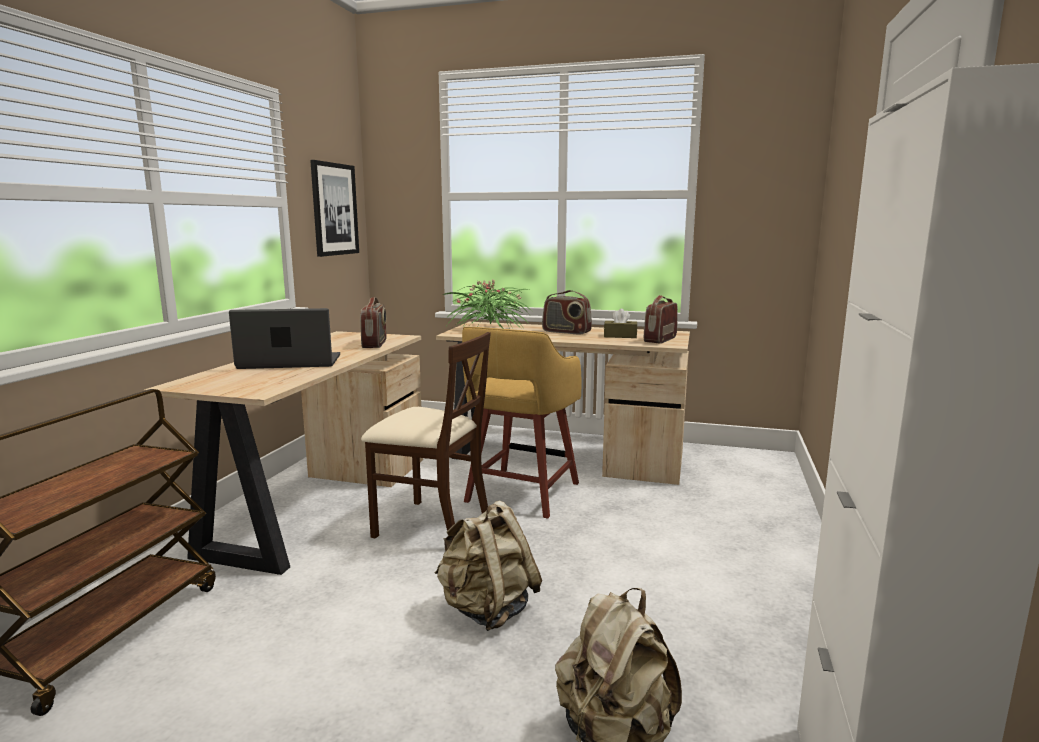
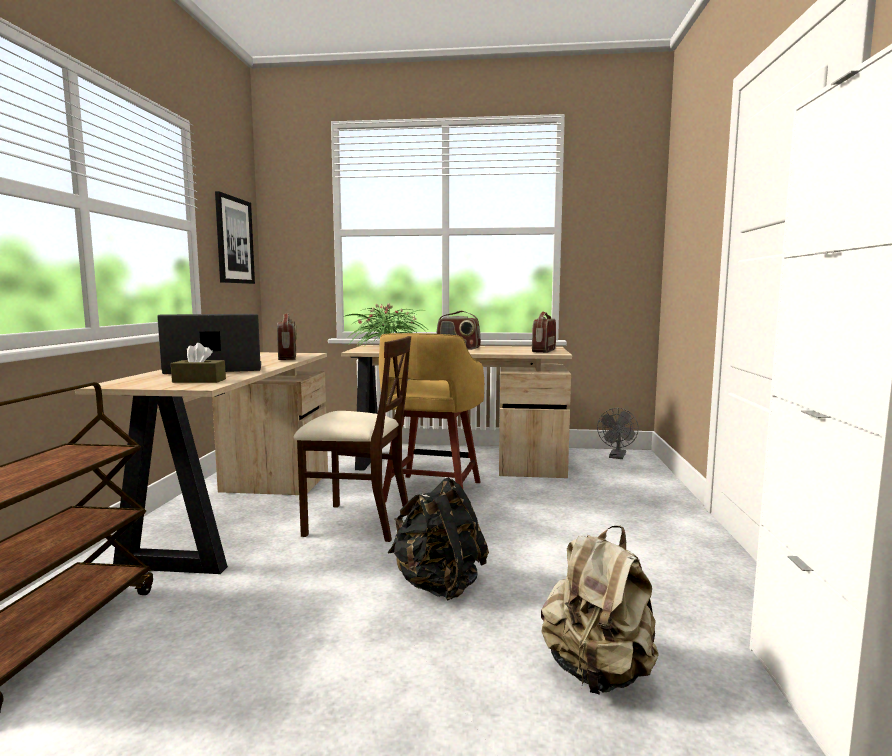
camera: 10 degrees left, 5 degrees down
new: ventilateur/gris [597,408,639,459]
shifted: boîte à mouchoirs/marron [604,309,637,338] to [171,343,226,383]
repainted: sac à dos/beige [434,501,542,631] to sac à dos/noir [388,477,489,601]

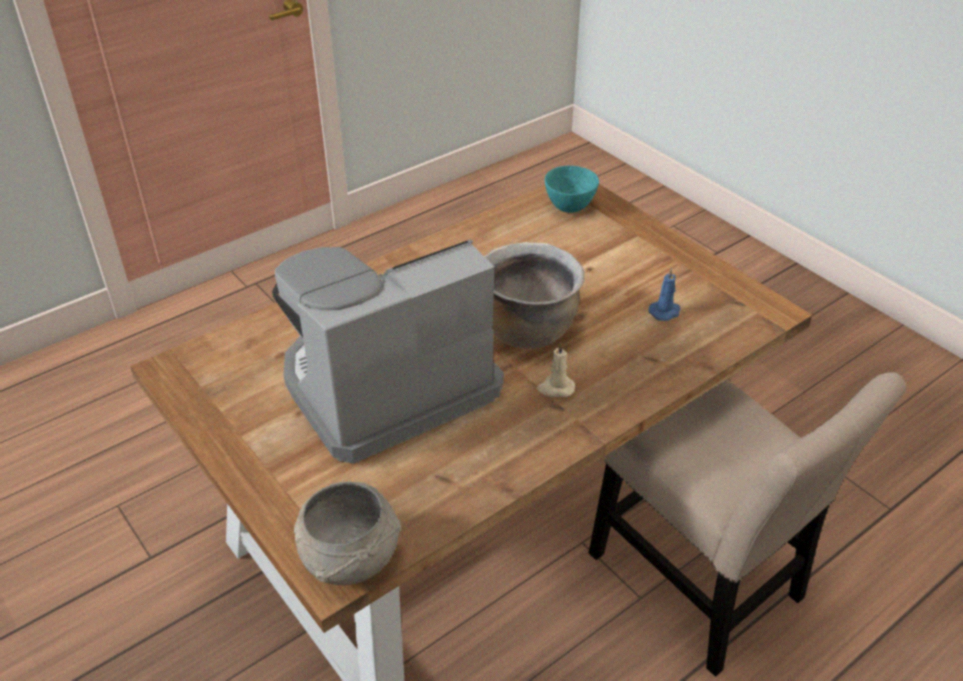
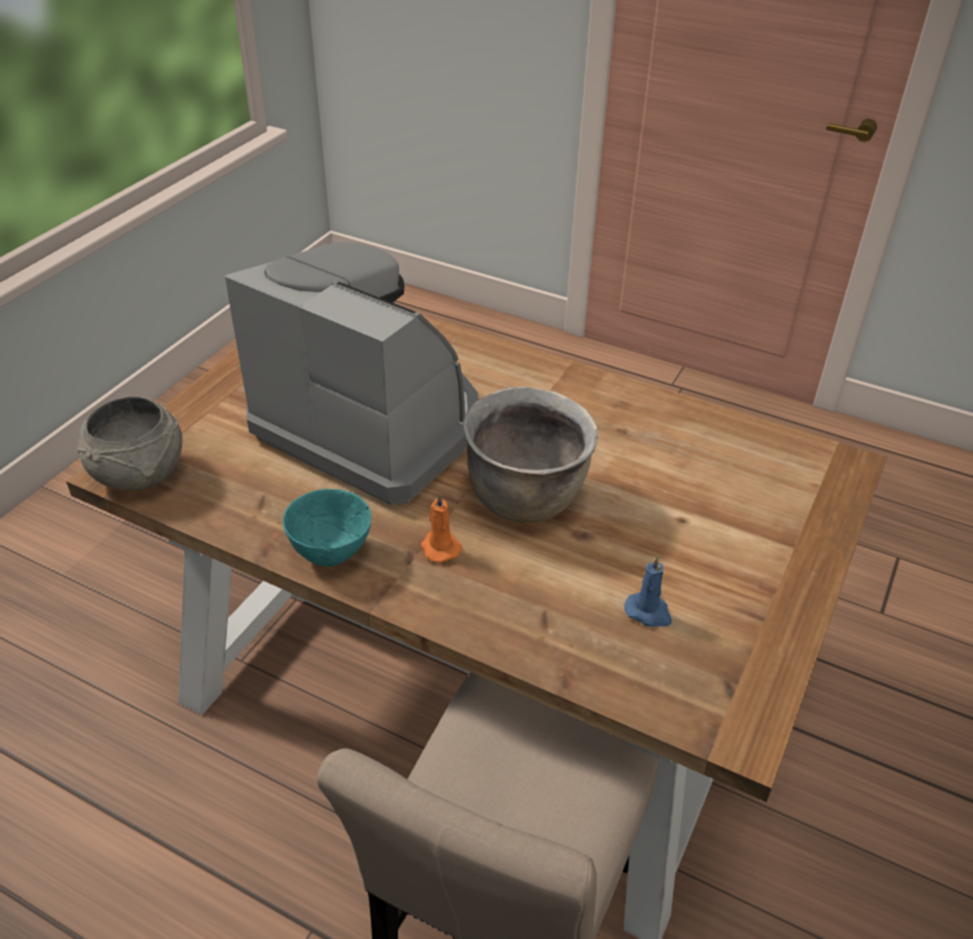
camera: 65 degrees right, 0 degrees up
shifted: bol/turquoise [545,166,599,213] to [283,489,371,567]
repainted: bougie/beige [537,342,575,397] to bougie/orange [421,492,462,563]

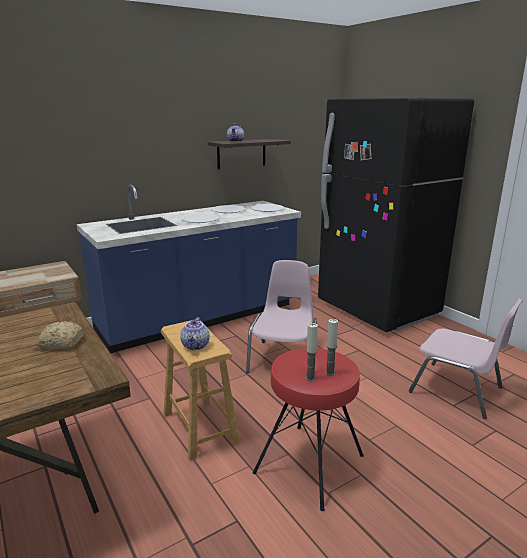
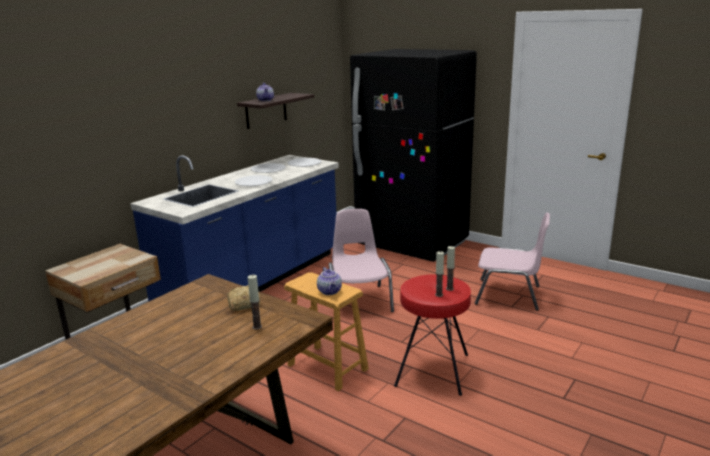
camera: 20 degrees left, 0 degrees up
new: bougie [248,275,262,330]

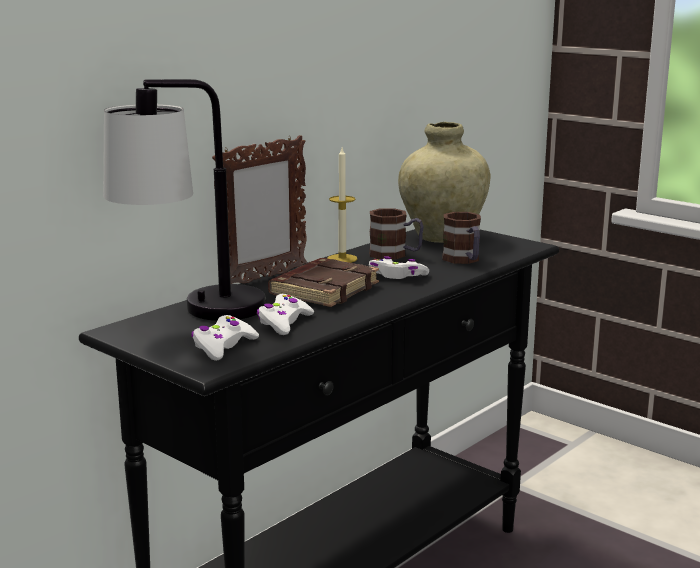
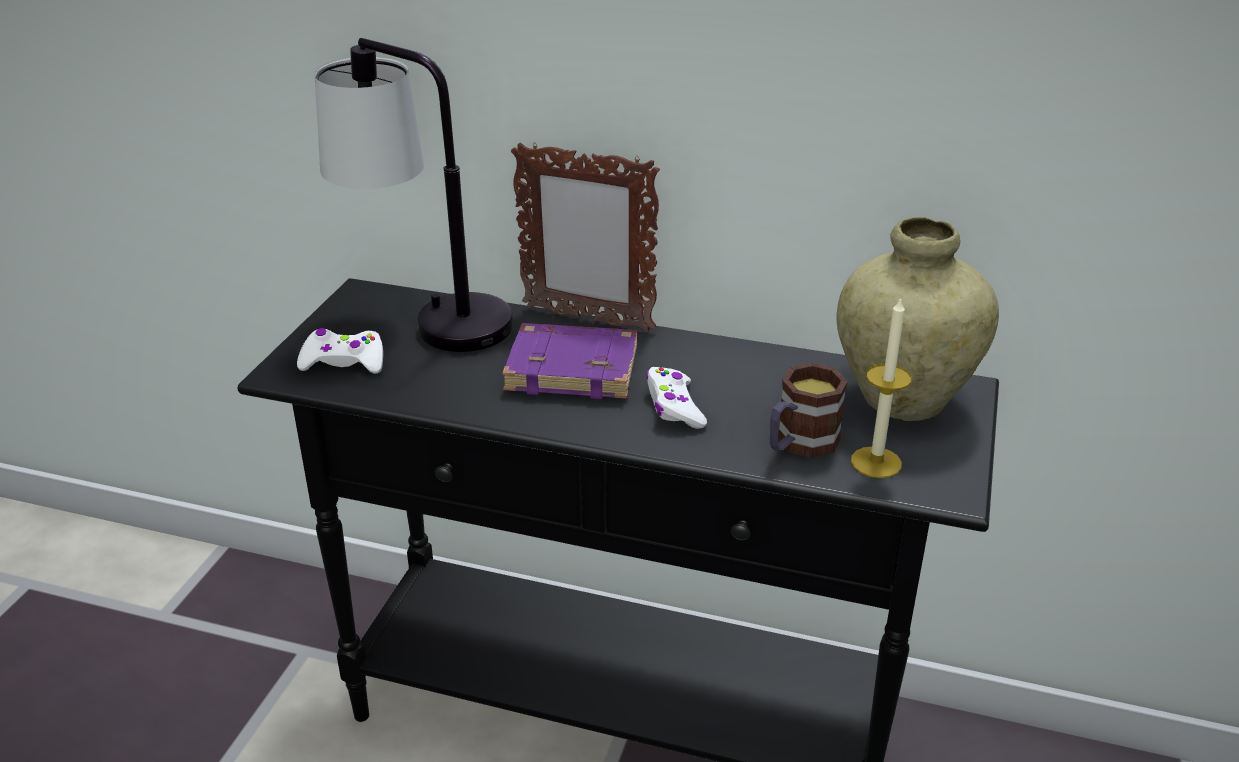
camera: 65 degrees right, 15 degrees up
gone: manette/blanc [257,294,314,335]; mug [369,208,424,260]
shifted: bougie [327,148,357,263] to [851,297,912,478]
repainted: livre/marron [268,258,379,307] to livre/violet [502,323,638,400]

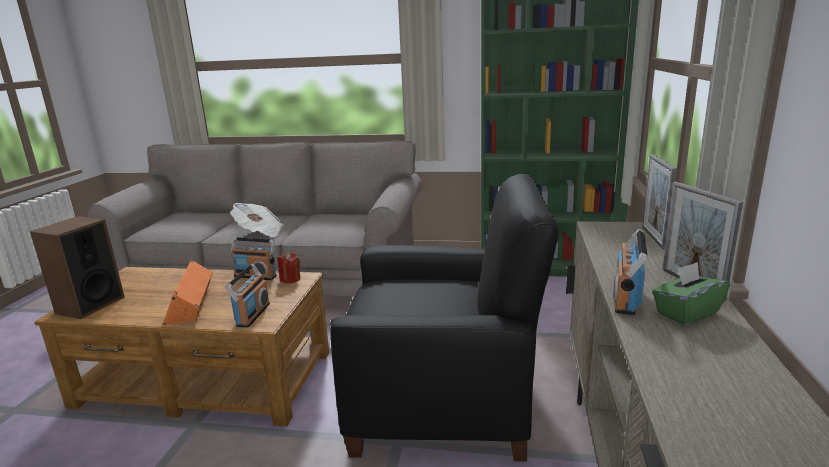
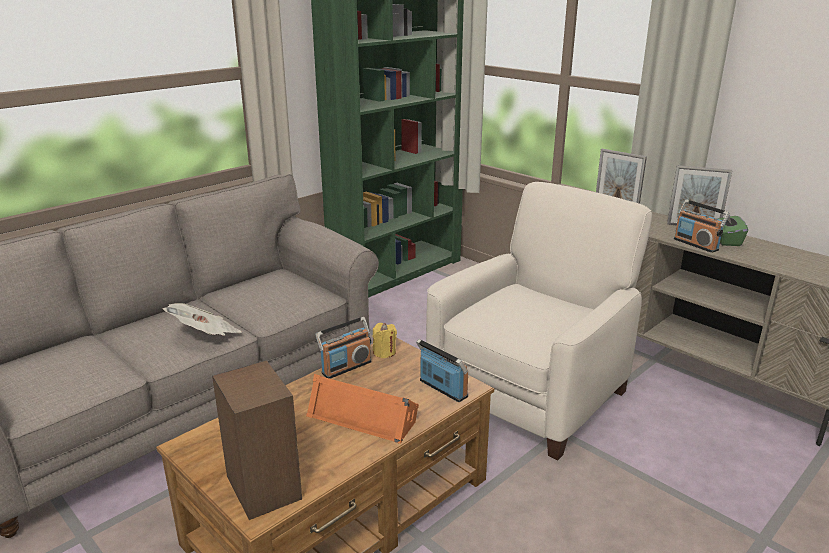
camera: 55 degrees left, 5 degrees up
repainted: bougie/rouge [278,252,301,283] to bougie/jaune [373,323,397,358]; fauteuil/noir [330,174,559,462] to fauteuil/blanc [426,182,652,460]

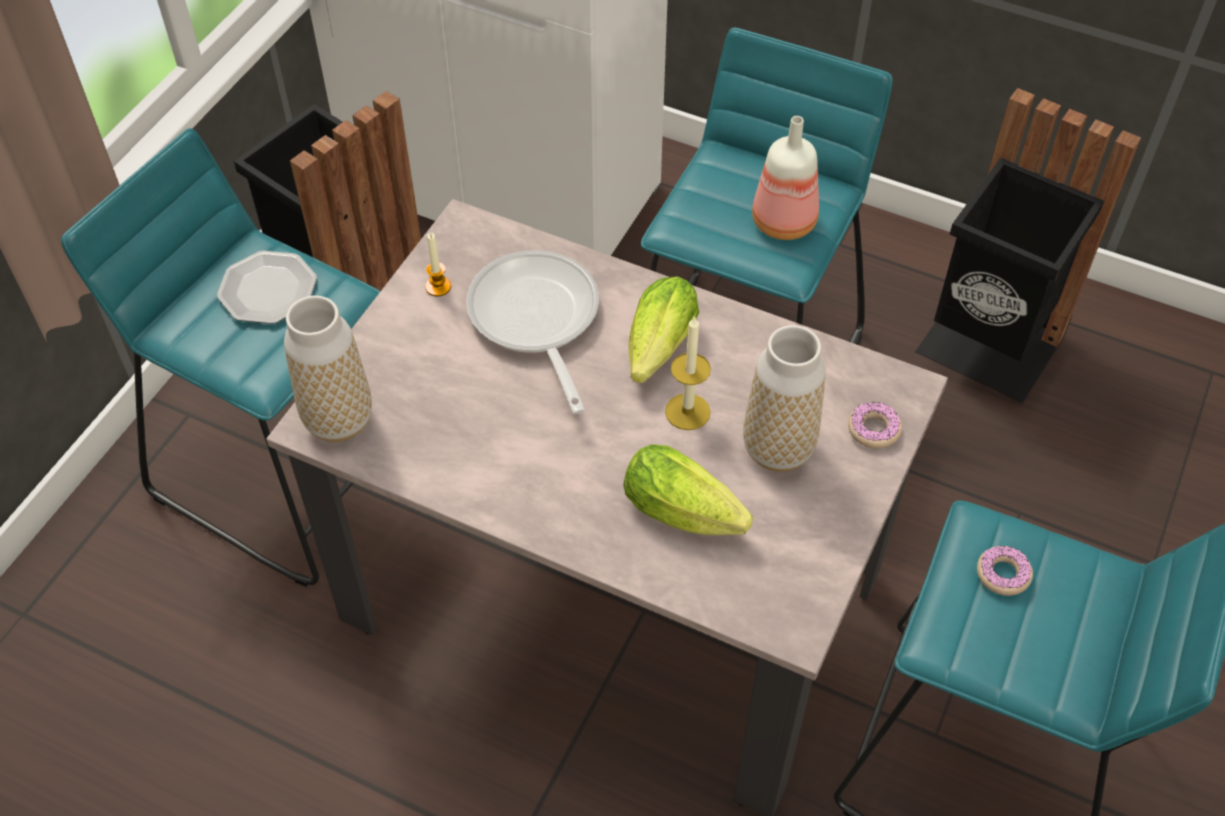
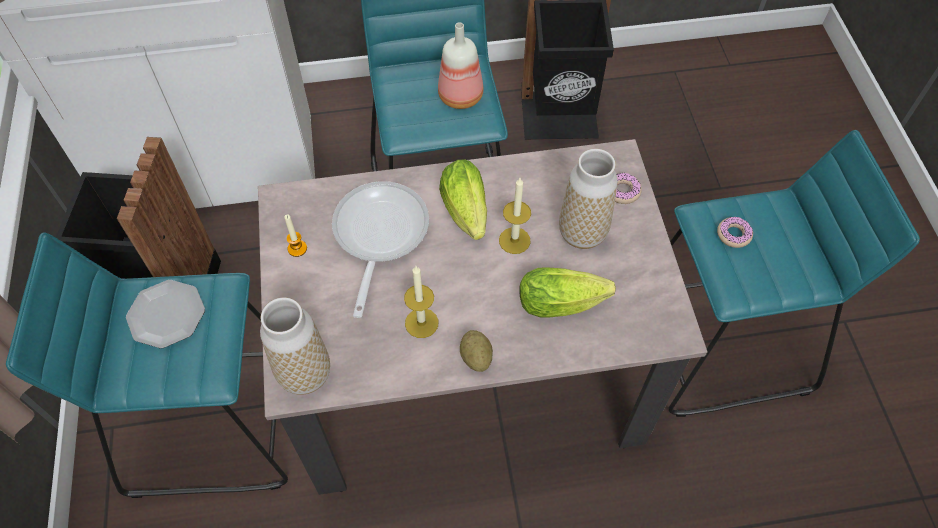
camera: 35 degrees left, 5 degrees up
new: bougie [404,266,439,338]; pomme de terre [460,330,493,372]
rotated: poêle [466,250,599,414] = [332,181,429,318] 60 degrees clockwise

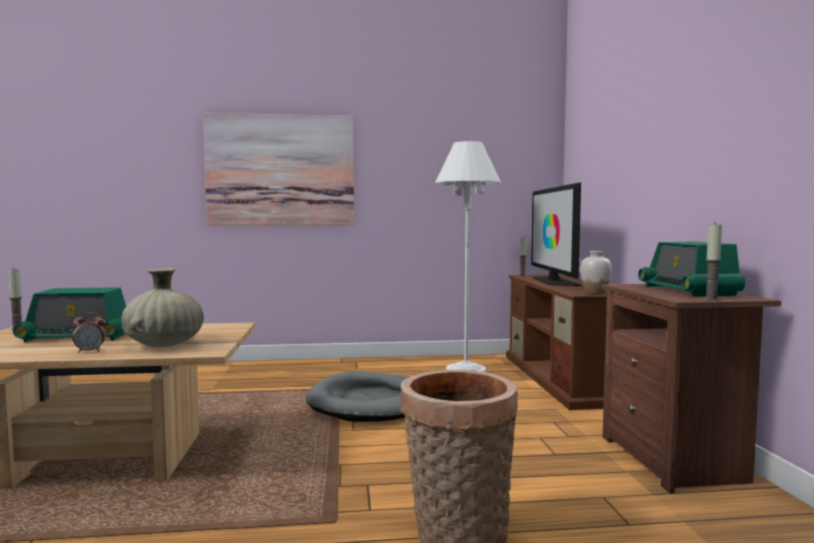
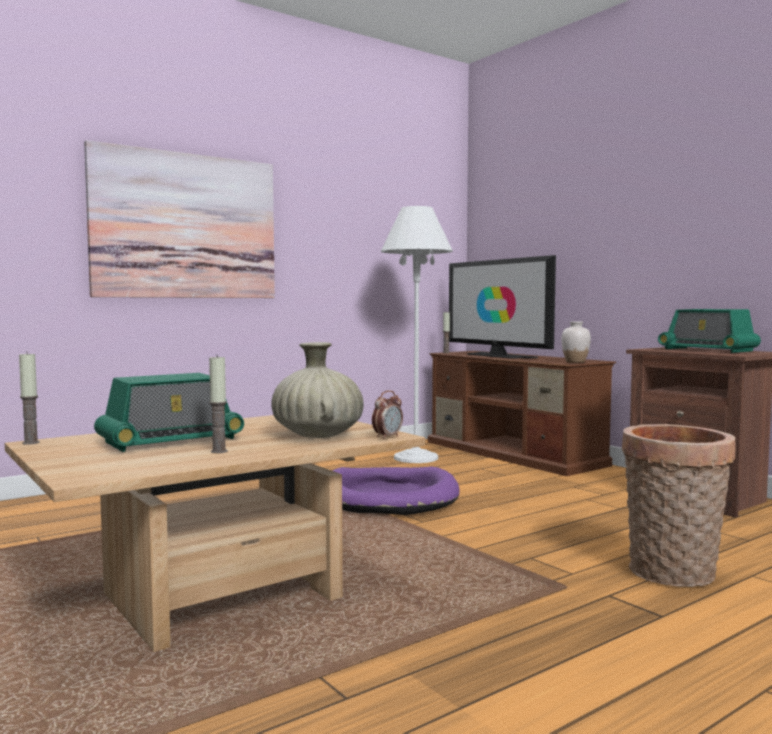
camera: 30 degrees left, 0 degrees up
shifted: réveil [72,312,106,353] to [372,391,403,439]; bougie [704,223,722,301] to [209,355,228,453]
repainted: panier pour chien/gris [306,371,409,422] to panier pour chien/violet [333,467,460,515]

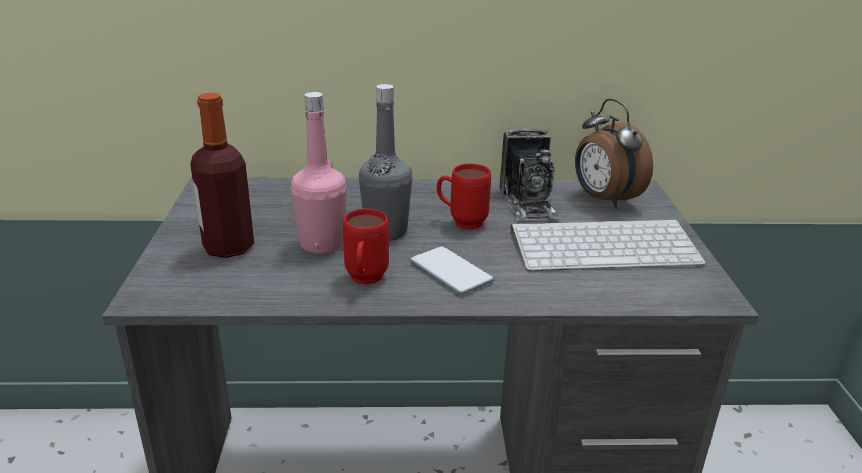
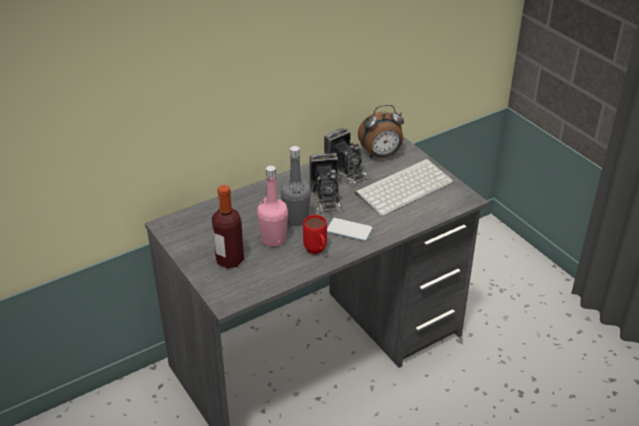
camera: 30 degrees left, 10 degrees up
swapped: mug/rouge [437,164,491,230] to appareil photo [310,153,343,213]
rotated: réveil [575,99,653,208] = [358,105,404,158] 45 degrees counterclockwise

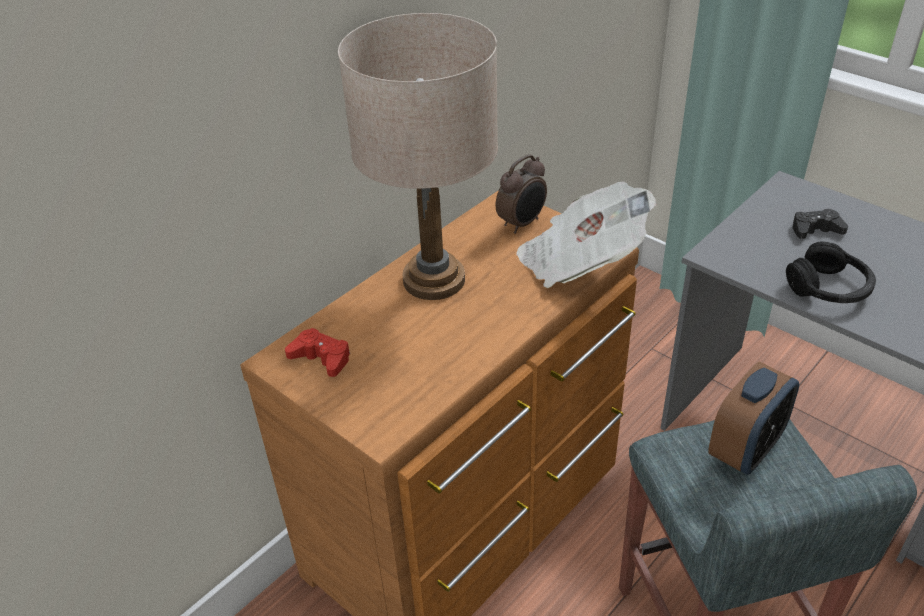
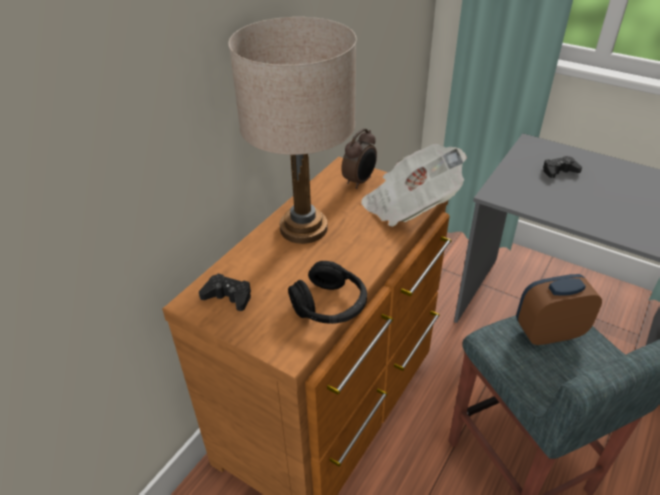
camera: 10 degrees left, 0 degrees up
shifted: casque audio/noir [786,242,876,303] to [288,261,367,324]
repainted: manette/rouge [285,328,350,377] to manette/noir [199,274,251,311]
rotated: réveil [708,362,799,475] = [516,274,602,345] 135 degrees counterclockwise

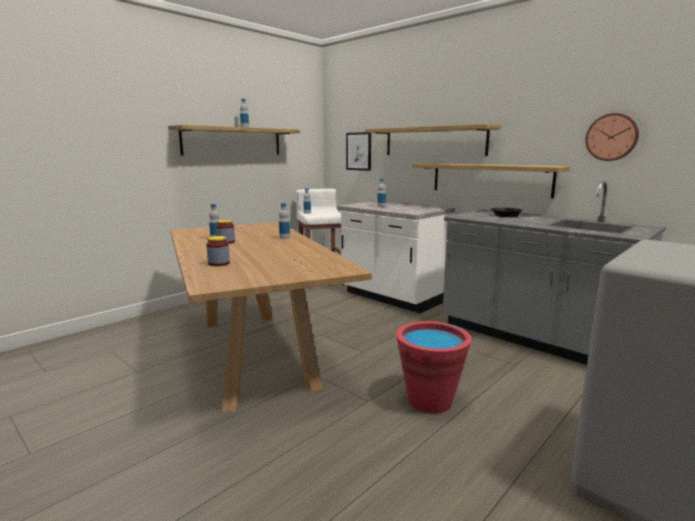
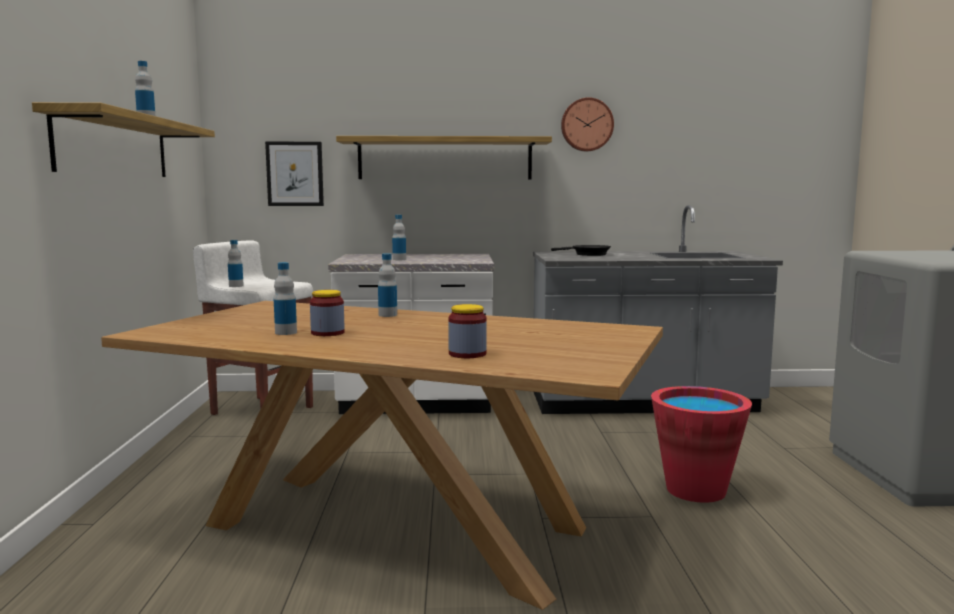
camera: 45 degrees left, 5 degrees down
gone: étagère [413,163,570,198]
shifted: horloge murale [585,113,639,161] to [561,97,614,151]

